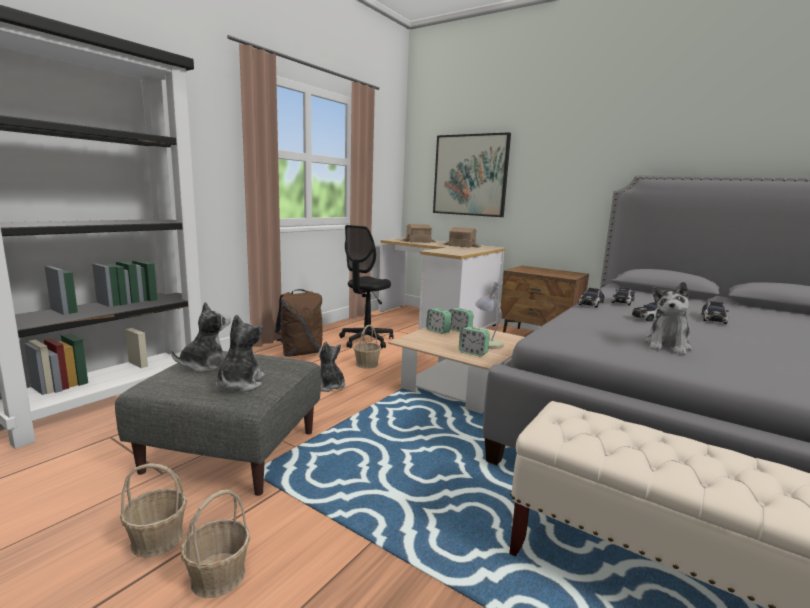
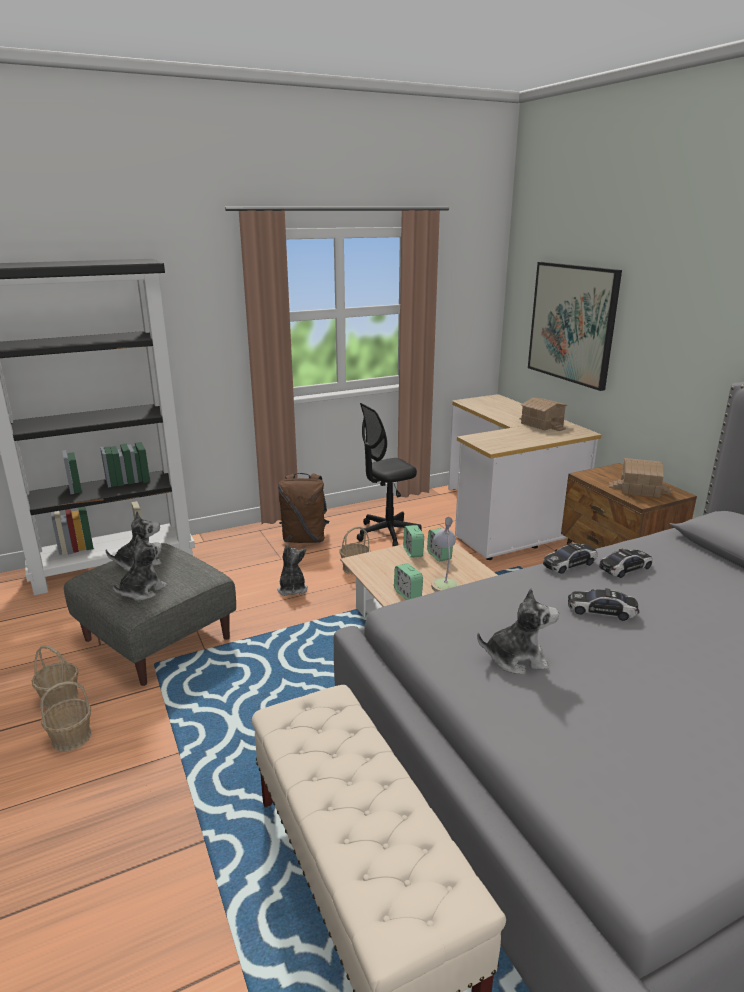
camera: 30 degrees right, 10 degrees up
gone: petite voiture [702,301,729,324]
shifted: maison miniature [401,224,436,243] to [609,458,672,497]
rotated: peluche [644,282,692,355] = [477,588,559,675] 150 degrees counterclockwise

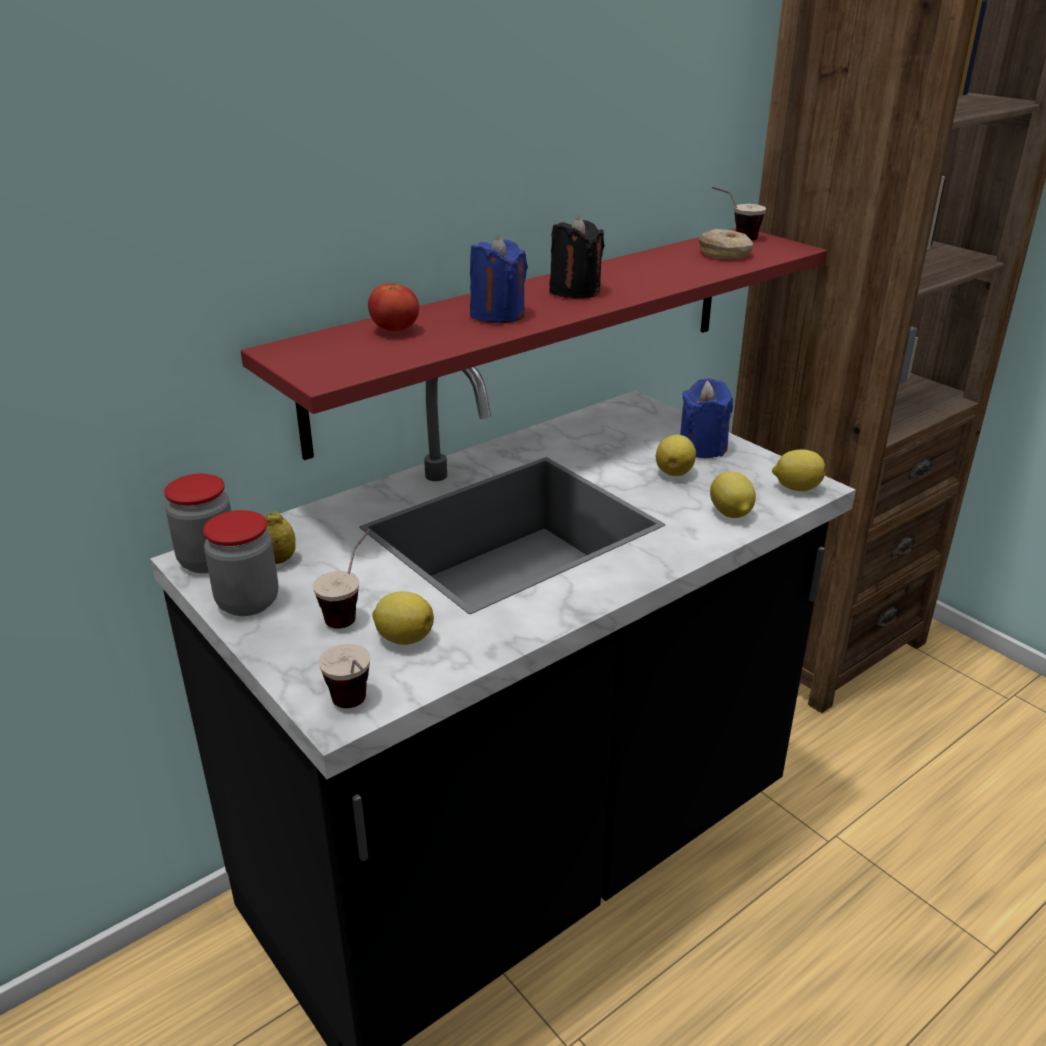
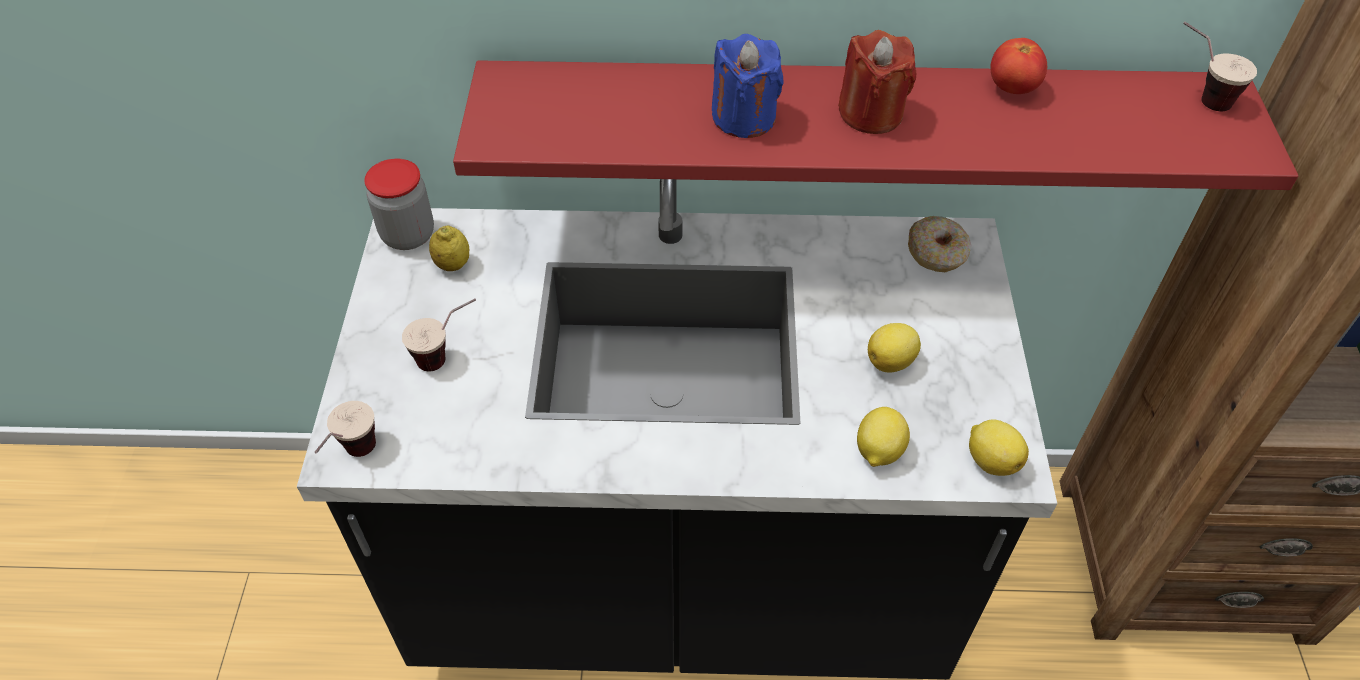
camera: 40 degrees right, 20 degrees up
gone: bocal [203,510,278,616]; citron [372,591,434,645]; bougie/bleu [680,378,733,458]
shifted: tomate [368,283,419,331] to [990,38,1047,94]; beignet [699,229,753,259] to [908,216,972,272]
repainted: bougie/noir [550,215,605,299] to bougie/rouge [838,30,916,134]

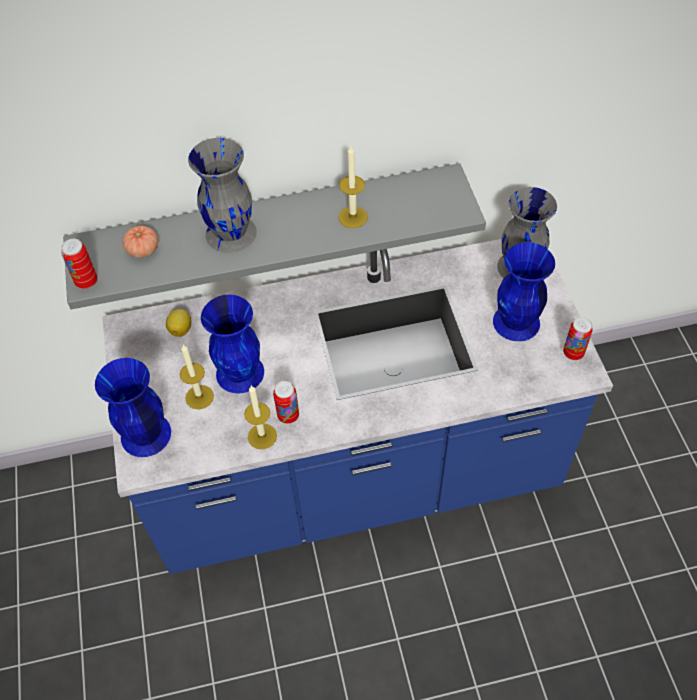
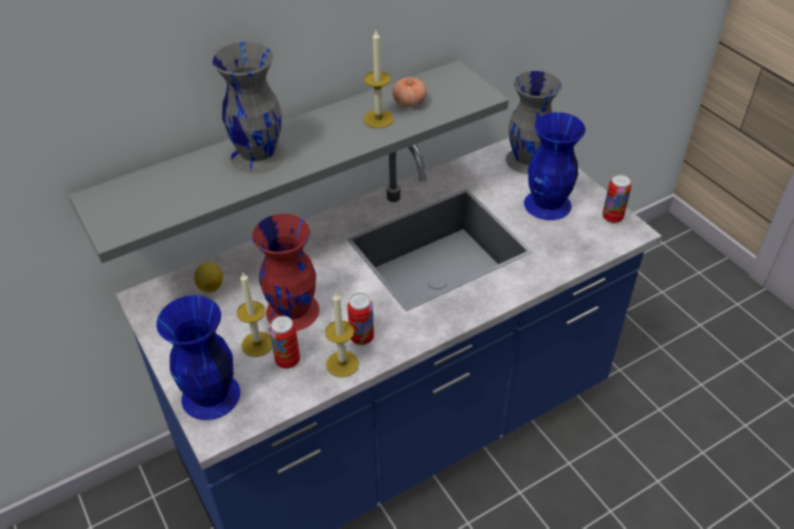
camera: 20 degrees left, 10 degrees down
shifted: boîte métallique [61,239,97,289] to [270,316,300,369]; tomate [123,226,158,258] to [392,77,427,107]
repainted: vase/bleu [201,295,264,393] to vase/rouge [252,214,320,331]

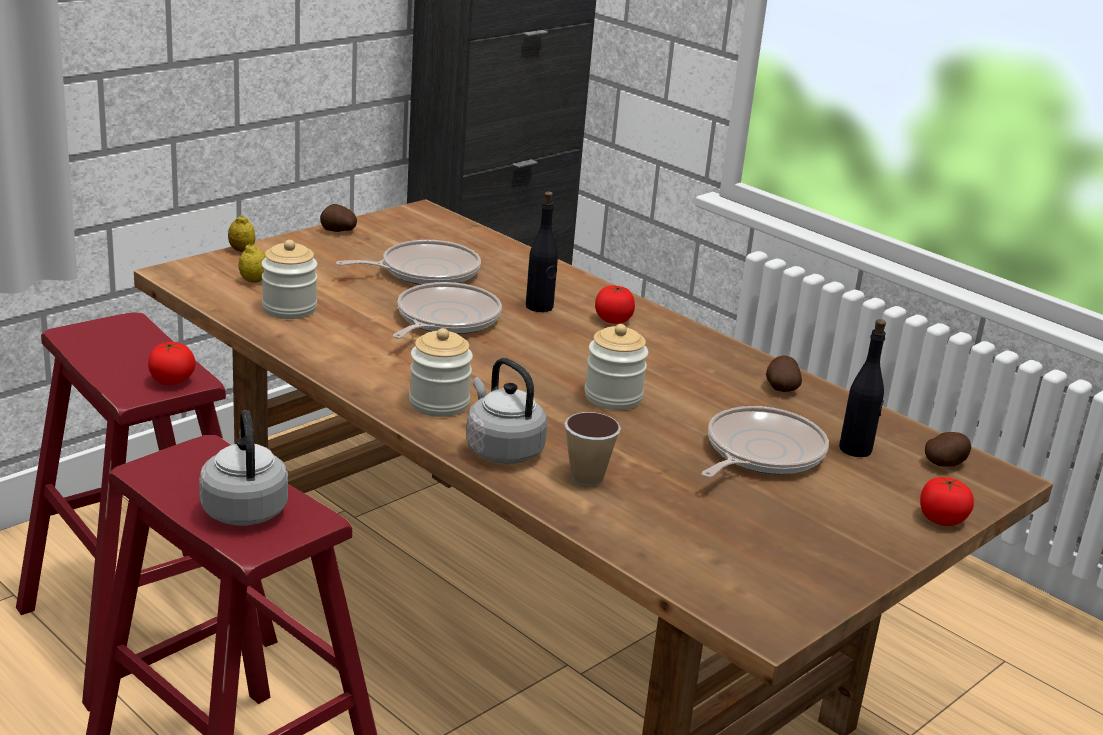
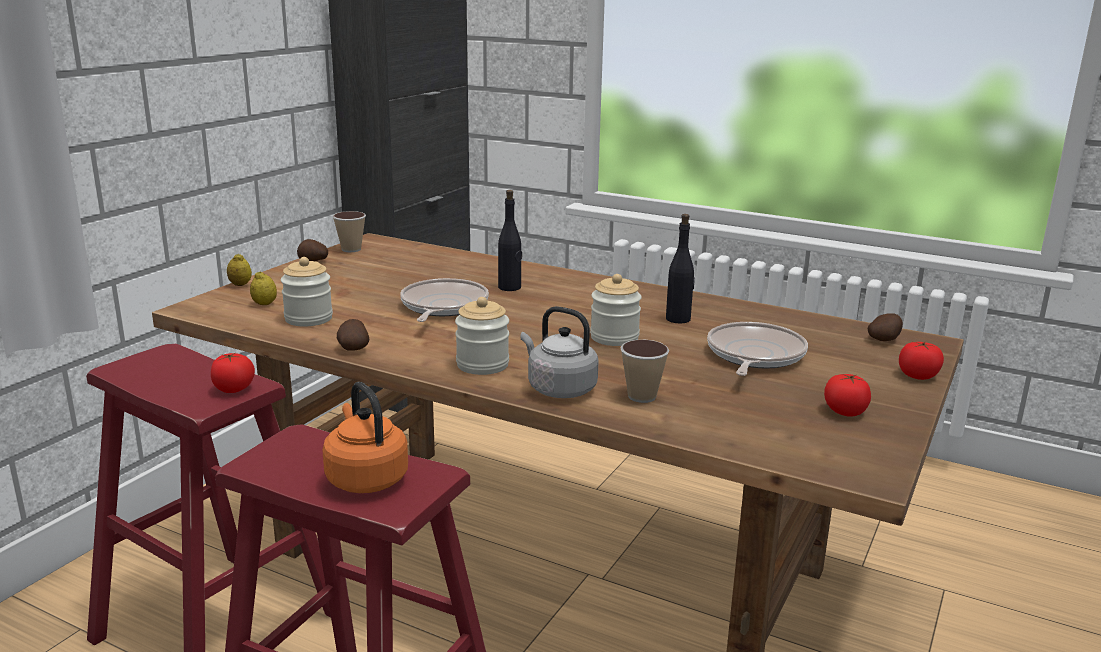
camera: 15 degrees left, 5 degrees down
gone: poêle [336,240,481,285]
new: tasse [333,211,366,252]
shifted: tomate [595,285,635,324] to [824,374,871,417]; pomme de terre [766,356,802,392] to [337,319,369,351]; bouteille/noir [839,319,886,457] to [666,214,695,323]
repainted: bouilloire/gris [199,410,288,526] to bouilloire/orange [322,382,408,493]

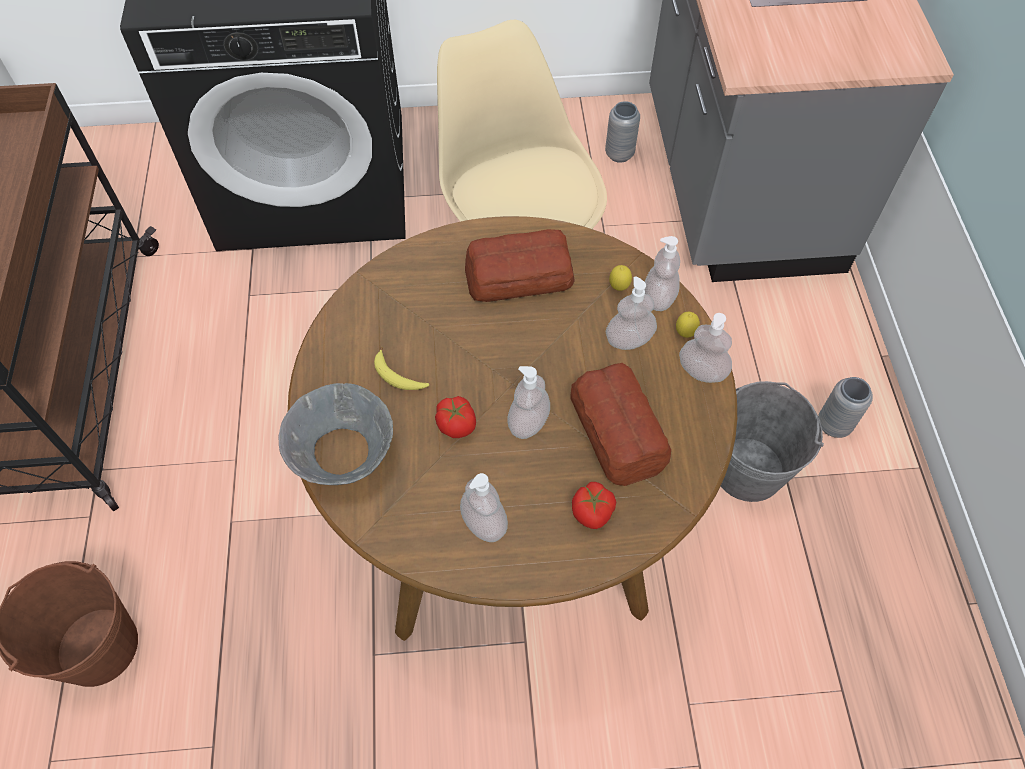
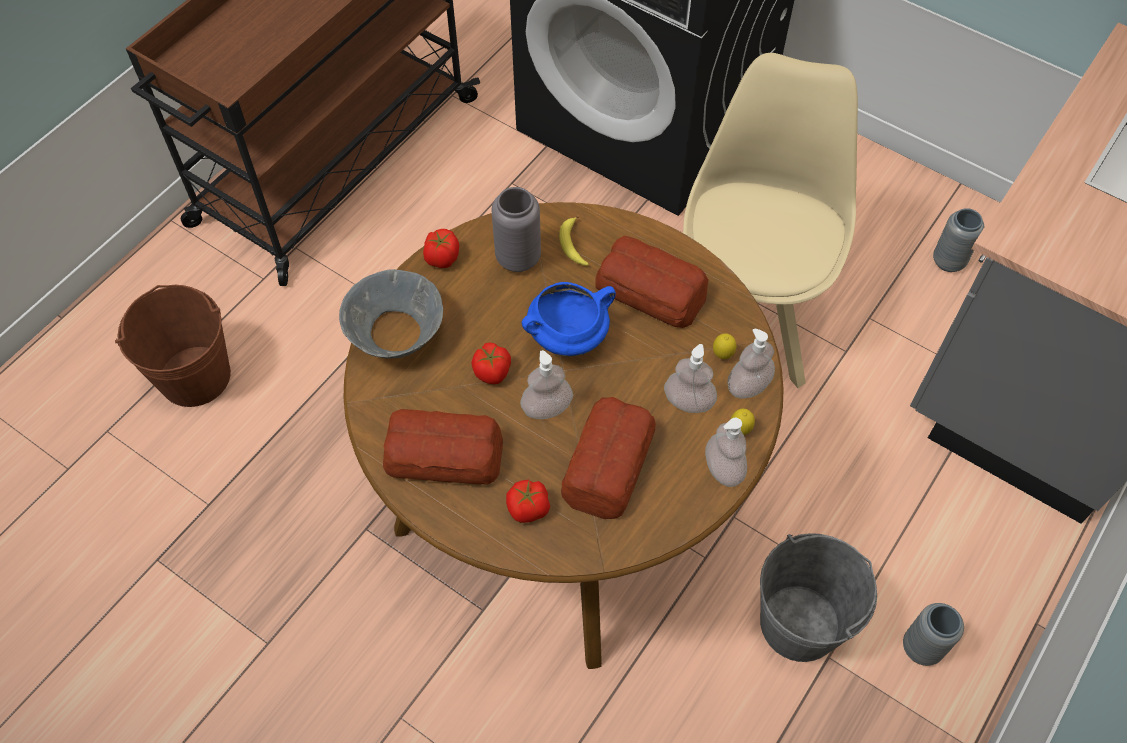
camera: 40 degrees right, 0 degrees up
new: tomate [423,229,459,268]; vase/gris [491,187,541,272]; marmite/bleu [521,282,616,356]
shifted: banane [374,347,429,390] to [559,216,589,266]
swapped: distributeur de savon [460,473,508,542] to pain [383,409,503,484]

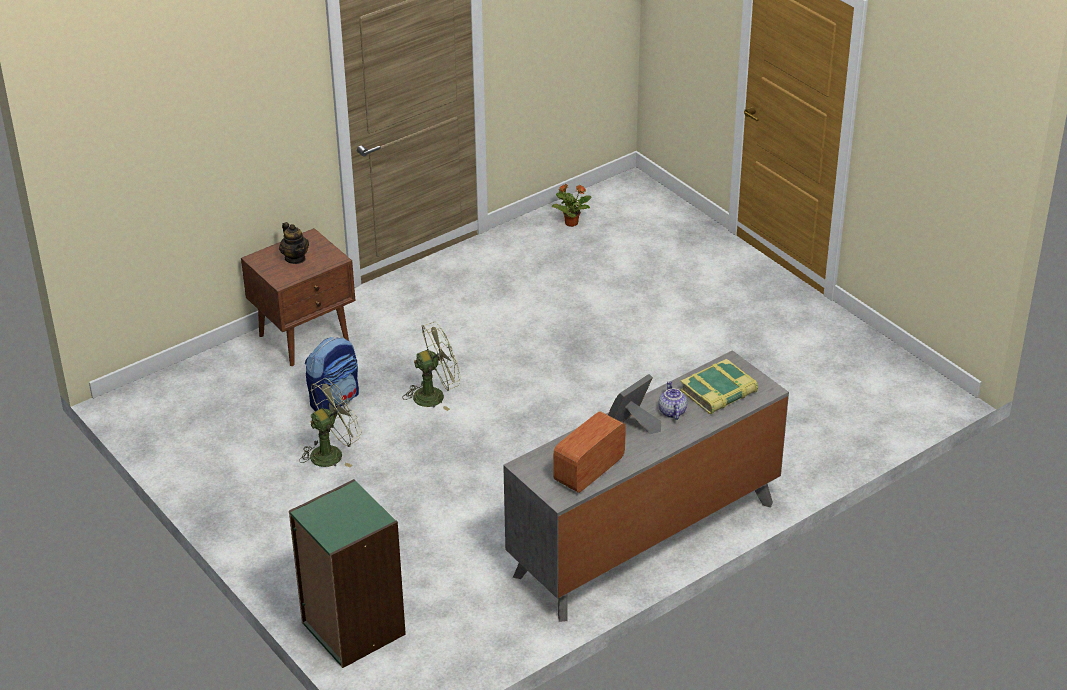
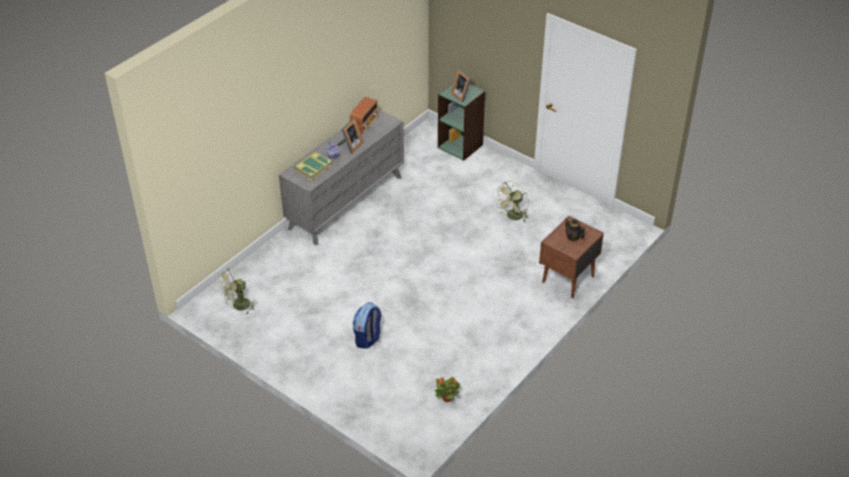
camera: 165 degrees right, 5 degrees up
new: cadre photo [451,69,472,102]
shifted: sac à dos [305,337,359,411] to [352,302,382,349]; ventilateur/vert [402,322,461,411] to [218,268,257,314]

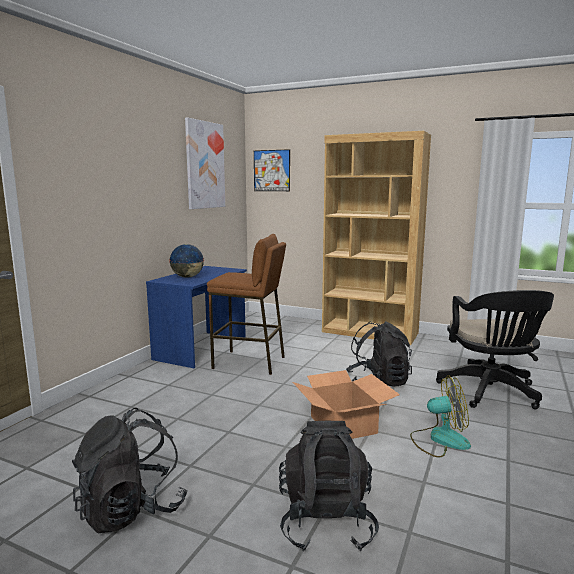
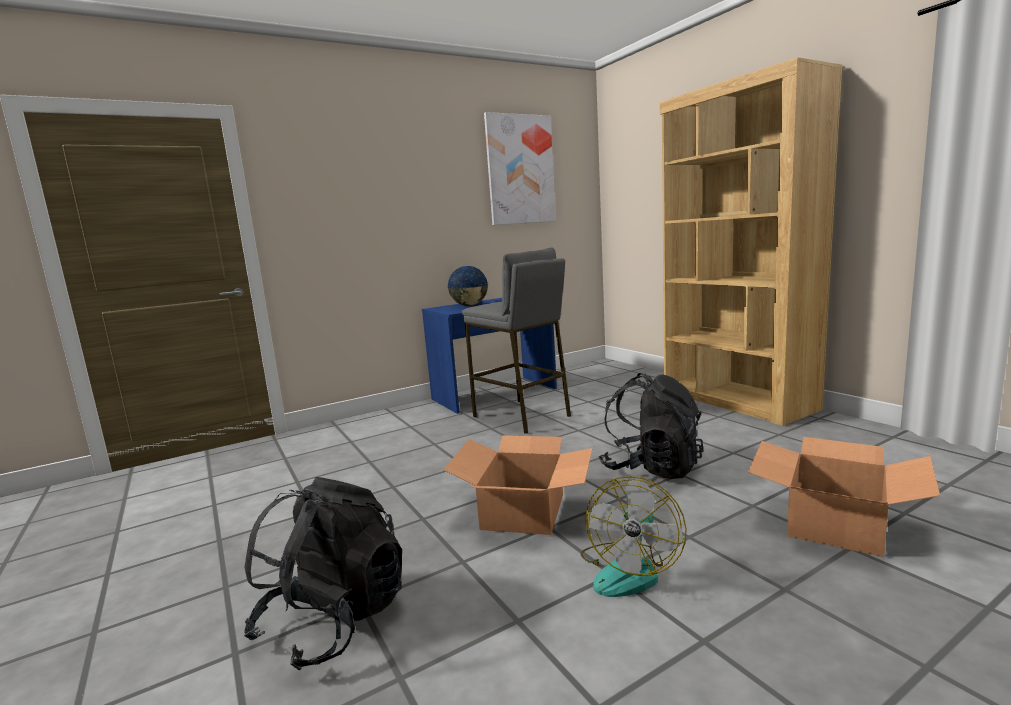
camera: 35 degrees right, 0 degrees up
gone: sac à dos/noir [72,408,187,533]; tableau [254,149,290,191]
swapped: chaise de bureau/noir [436,290,554,409] to carton [748,437,940,557]
repainted: tabouret/marron [207,234,286,375] to tabouret/gris [462,247,571,434]
rotated: ventilateur [410,375,471,458] = [581,476,687,597] 75 degrees clockwise

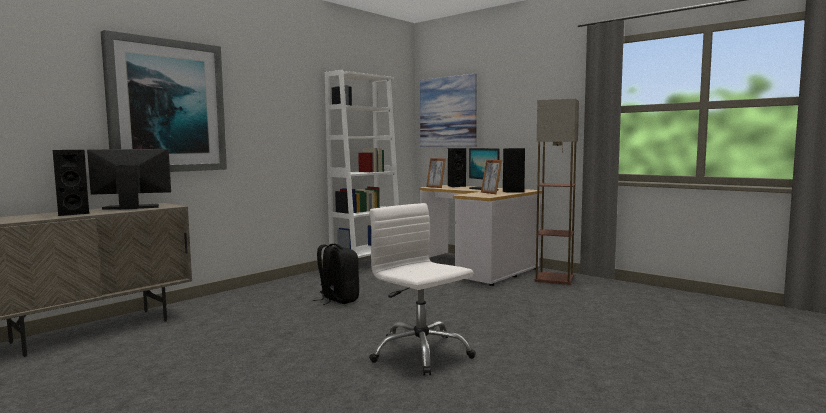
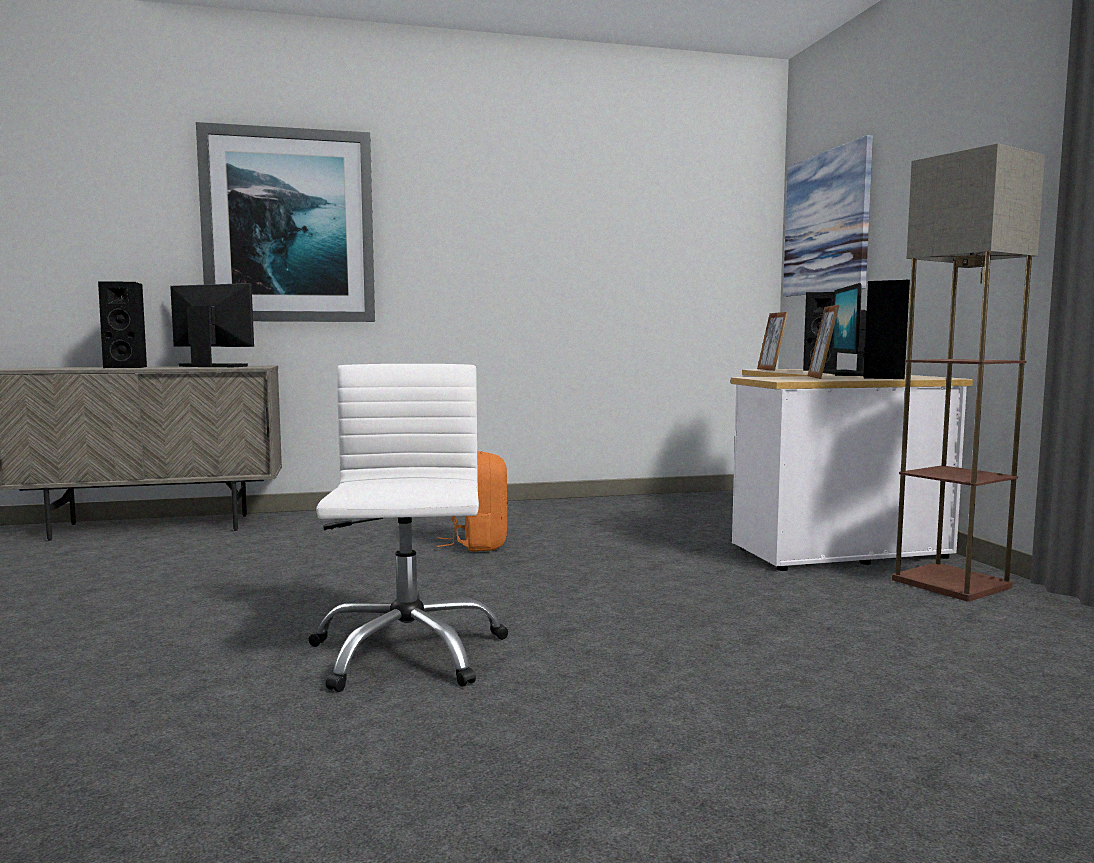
camera: 35 degrees right, 0 degrees up
gone: bibliothèque/blanc [325,70,399,258]
repainted: sac à dos/noir [313,244,359,305] to sac à dos/orange [437,450,507,552]

